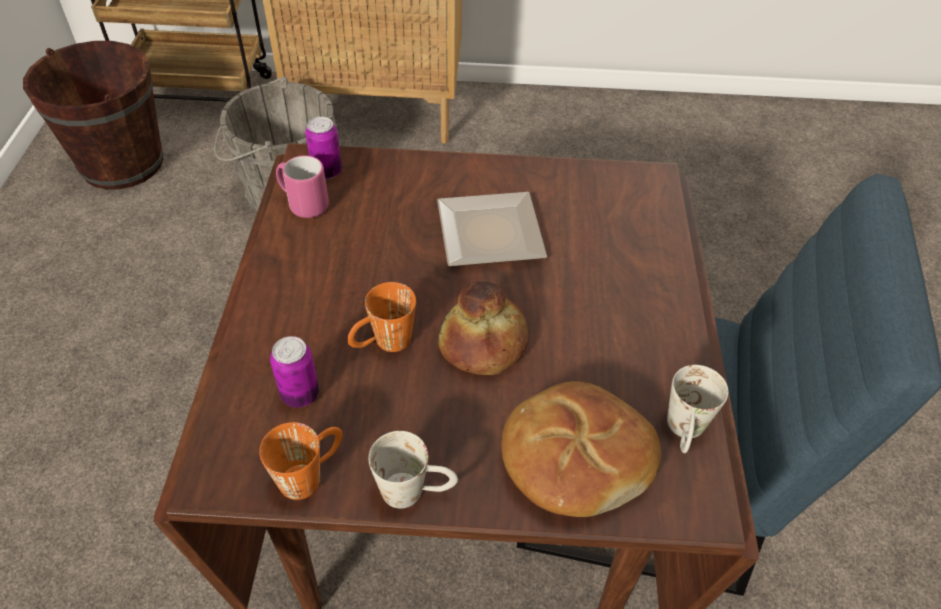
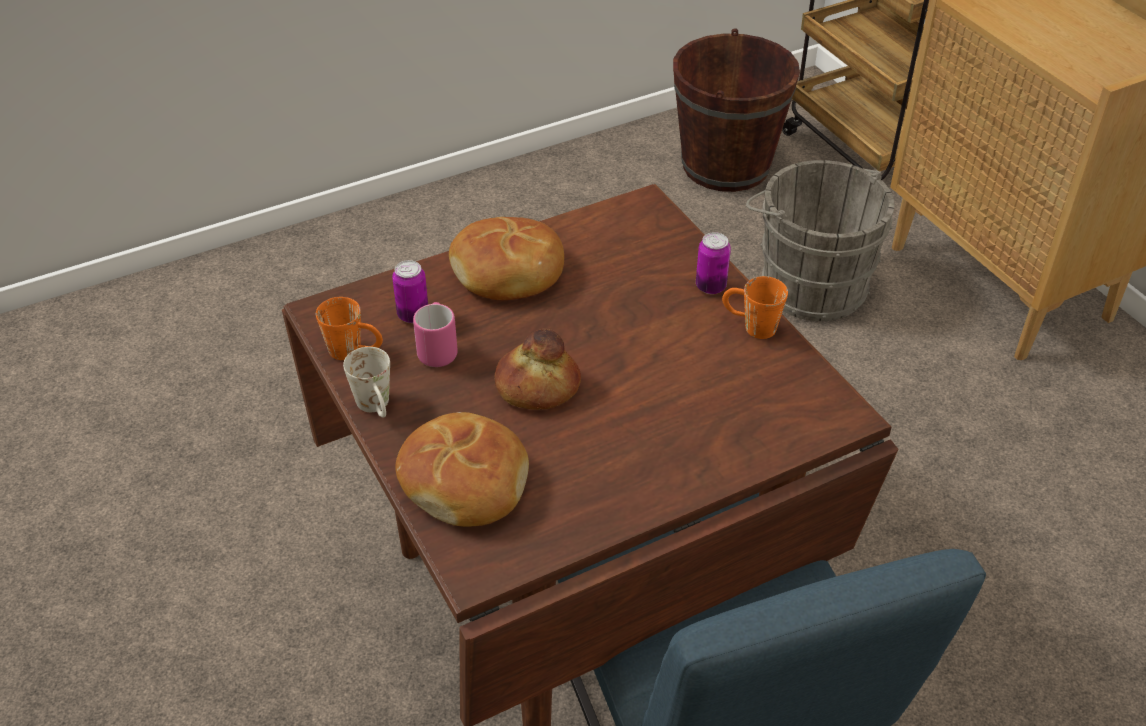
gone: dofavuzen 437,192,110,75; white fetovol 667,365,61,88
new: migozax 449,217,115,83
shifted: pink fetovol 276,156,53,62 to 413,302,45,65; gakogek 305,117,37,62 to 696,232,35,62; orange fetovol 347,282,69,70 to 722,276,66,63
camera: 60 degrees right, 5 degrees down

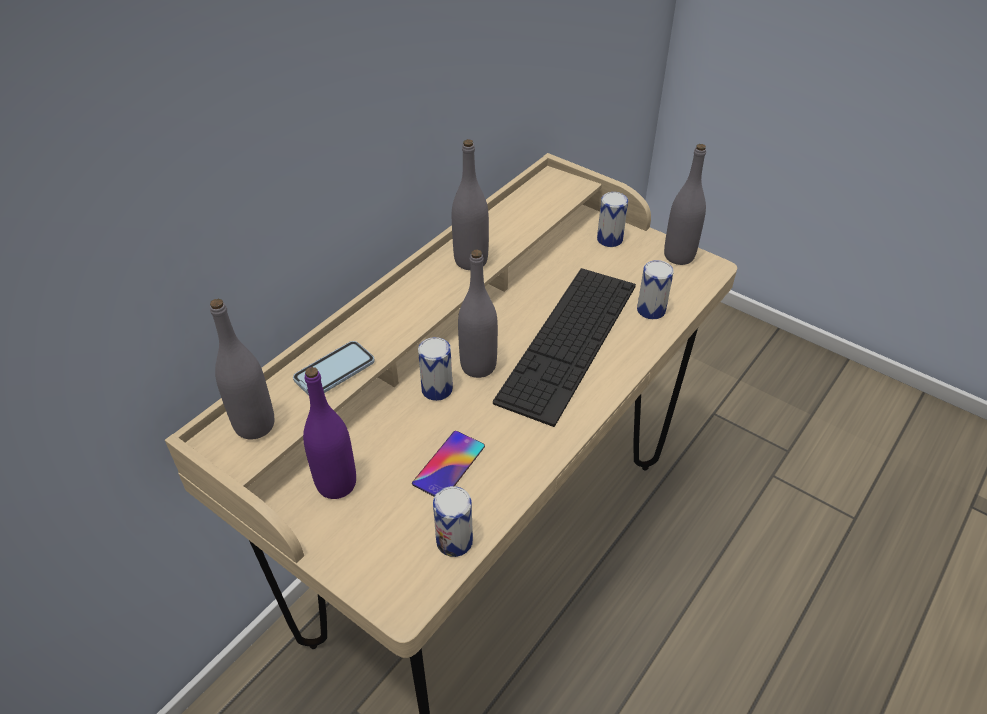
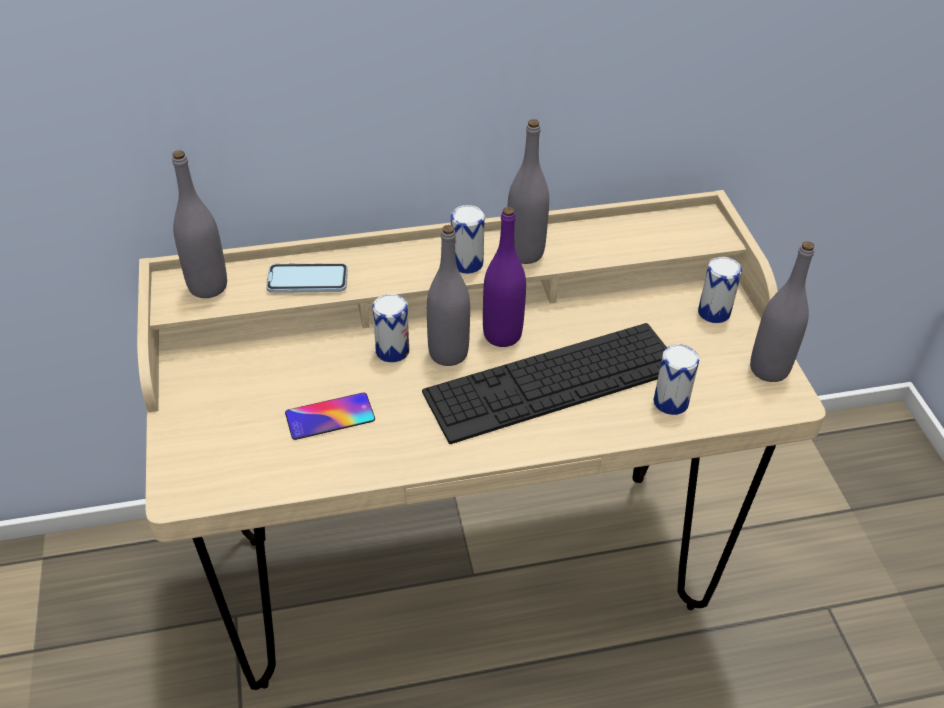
shifted: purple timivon 303,367,53,132 to 483,207,43,140; gakogek 433,486,40,71 to 451,205,34,69
camera: 40 degrees right, 0 degrees up

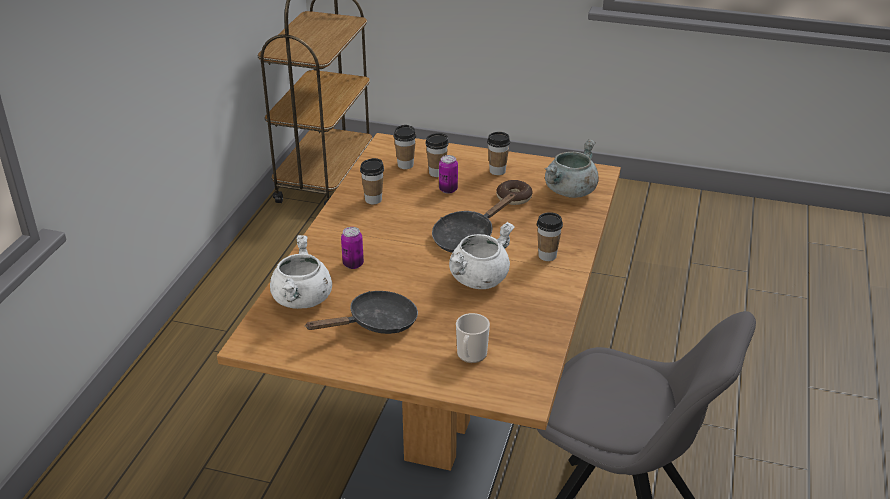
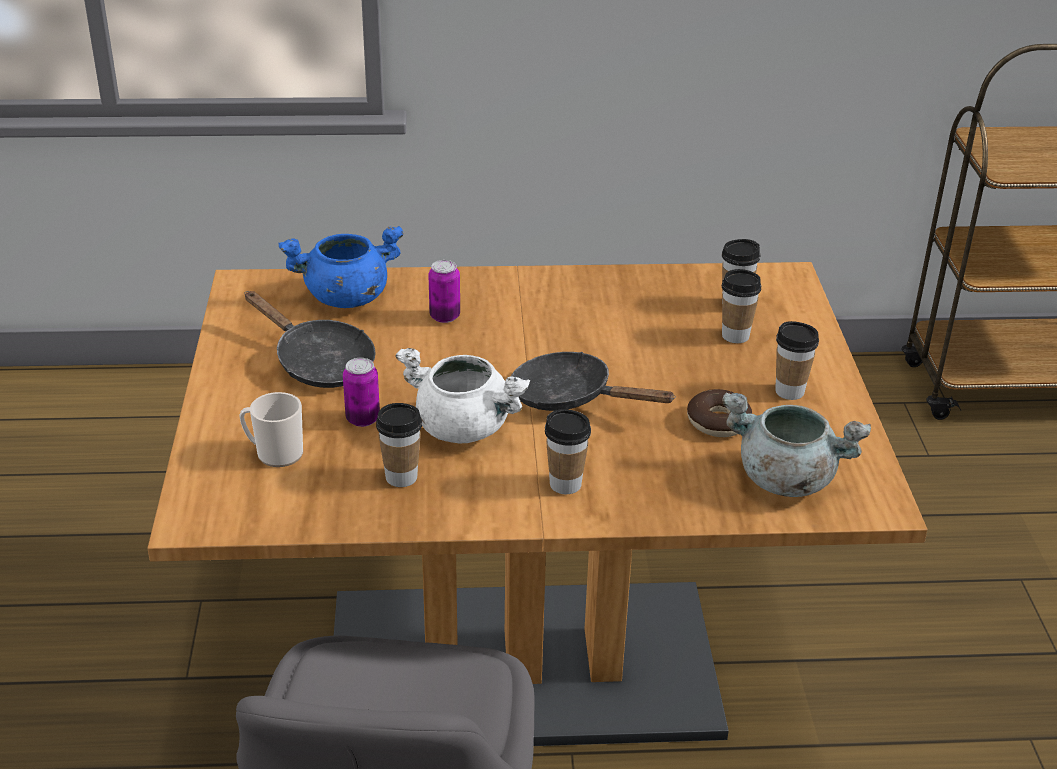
shifted: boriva 360,158,24,46 to 376,403,46,84; gakogek 439,155,19,39 to 343,358,37,69
repainted: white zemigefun 270,235,62,74 to blue zemigefun 279,226,125,82
camera: 70 degrees right, 0 degrees up

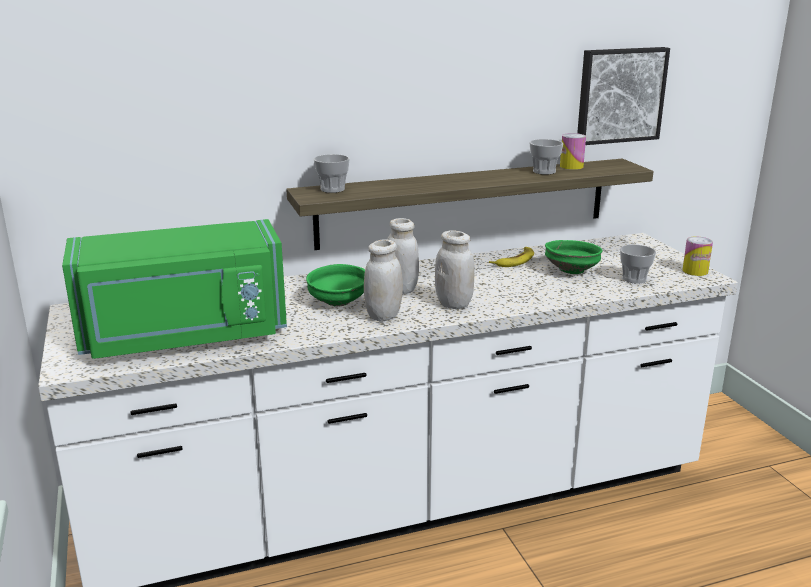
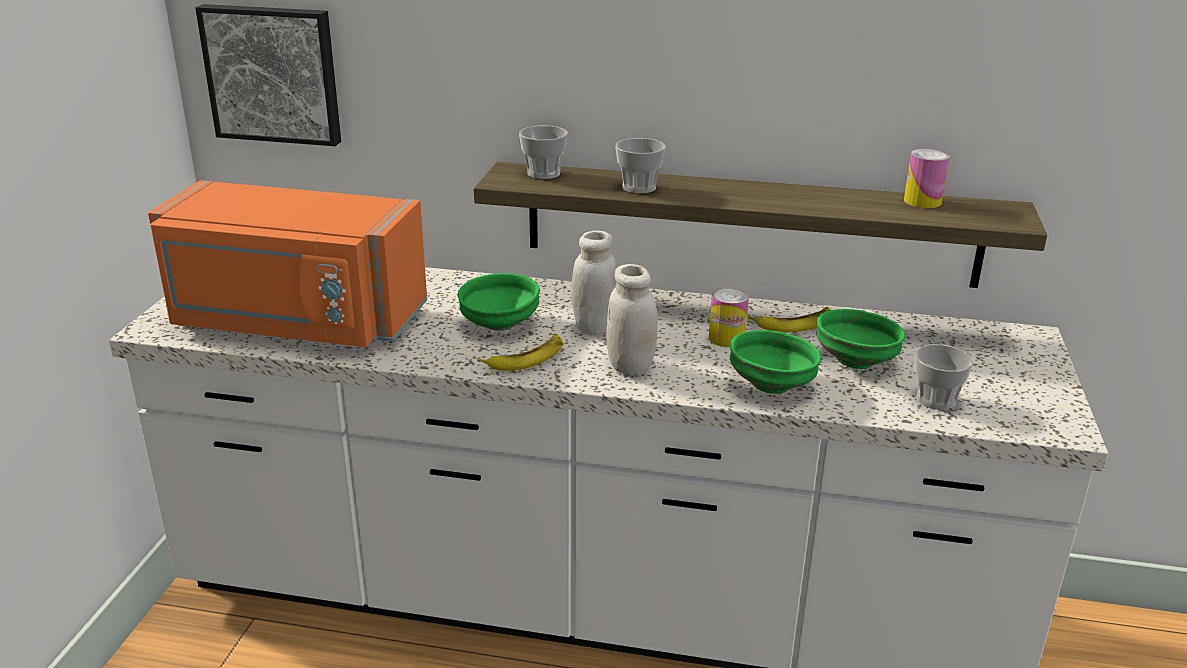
new: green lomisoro 730,330,92,64
shifted: boriva 529,139,34,36 to 615,138,51,56; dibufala 577,47,93,98 to 195,4,146,142; gakogek 682,236,31,40 to 709,287,40,60
swapped: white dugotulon 364,239,39,83 to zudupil 477,334,86,37
repainted: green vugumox 62,219,225,140 to orange vugumox 148,180,279,167
camera: 30 degrees right, 5 degrees up

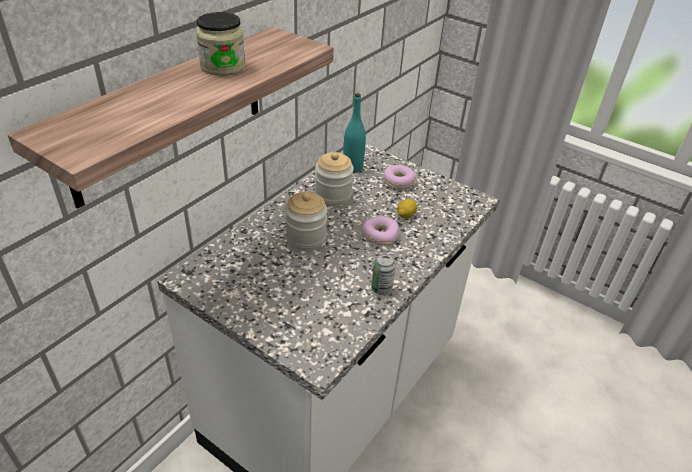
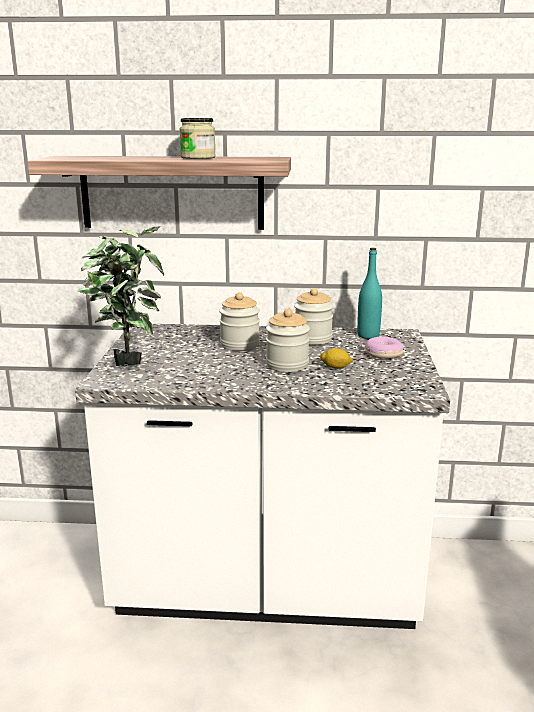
gone: gakogek 371,254,25,41
new: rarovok 77,227,87,139
swapped: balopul 362,216,37,29 to dugotulon 266,309,44,63
camera: 60 degrees right, 20 degrees down

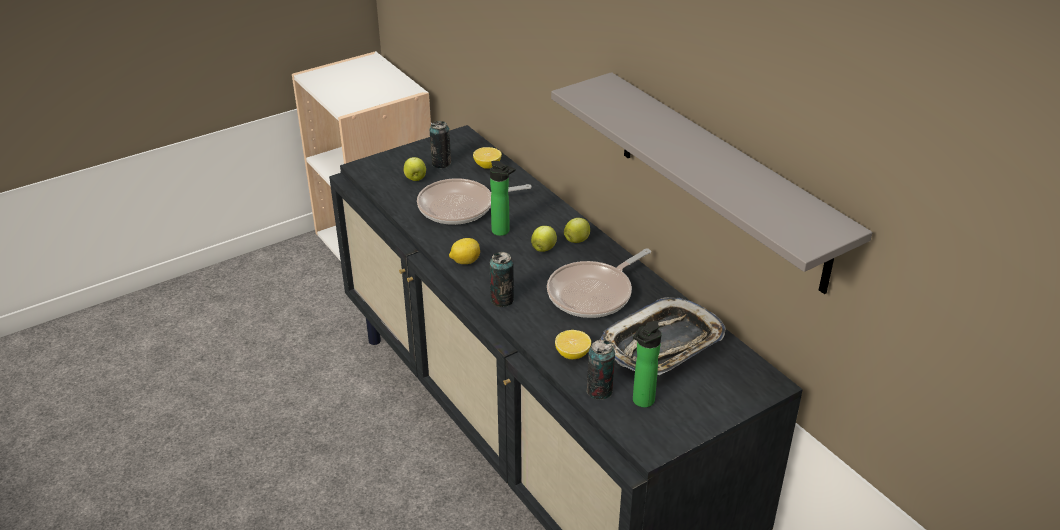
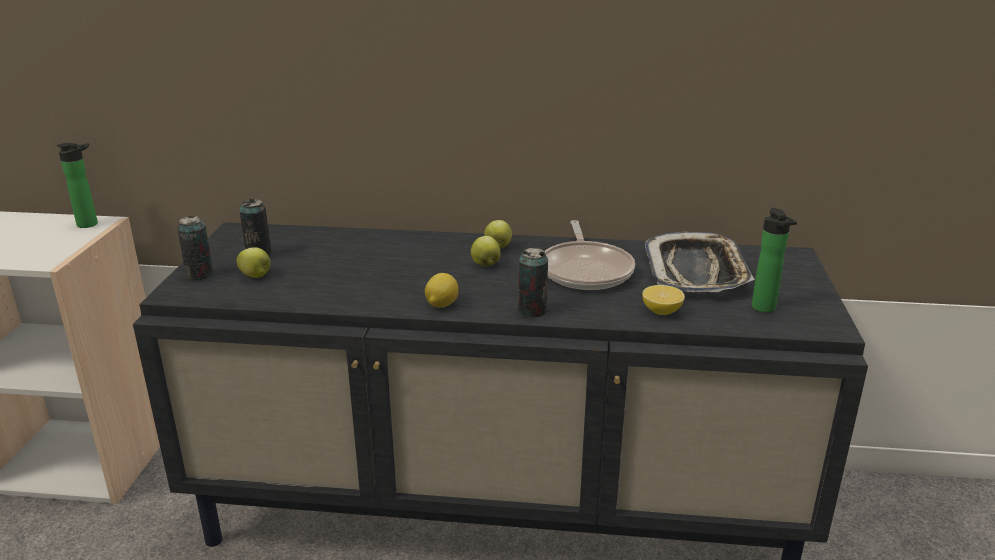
gone: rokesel 417,178,115,47; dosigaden 473,147,29,22; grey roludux 551,72,321,222
shifted: timivon 490,161,25,75 to 57,143,41,85; gakogek 586,340,29,60 to 177,216,37,64
camera: 50 degrees left, 10 degrees down

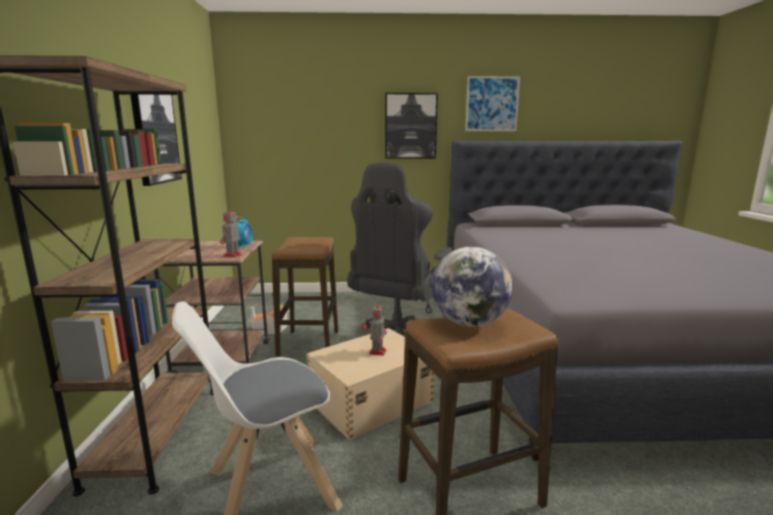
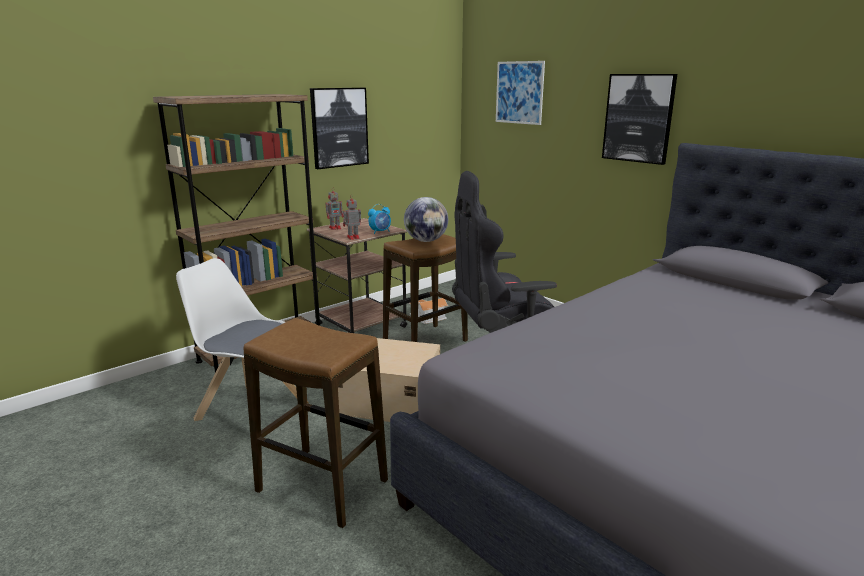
shifted: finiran 369,301,18,55 to 326,190,18,40; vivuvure 431,247,82,80 to 404,197,44,45; dibufala 465,76,55,55 to 496,61,49,64
camera: 50 degrees right, 5 degrees up

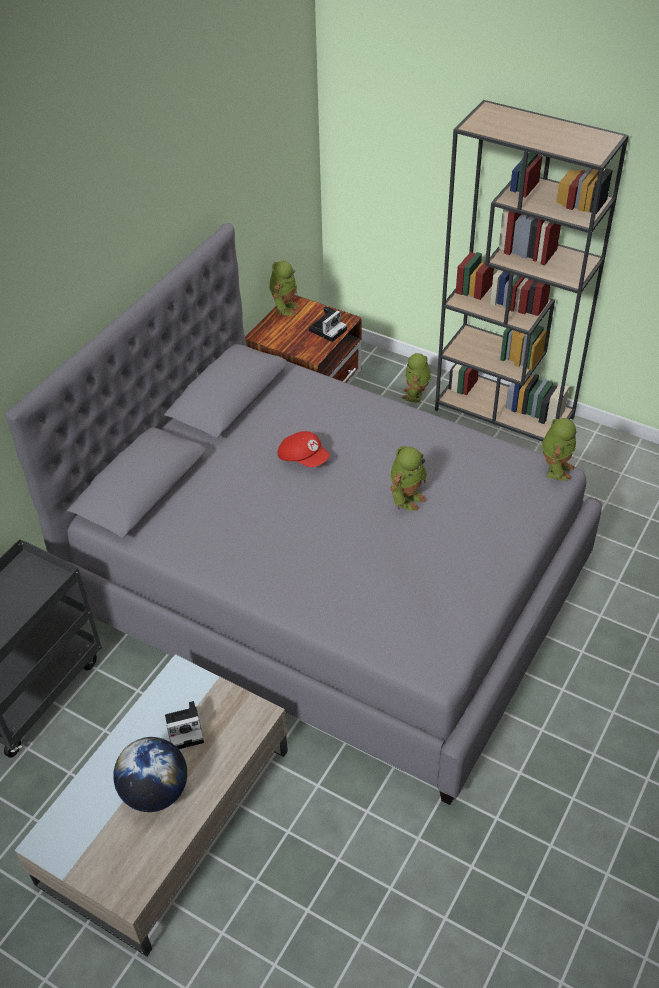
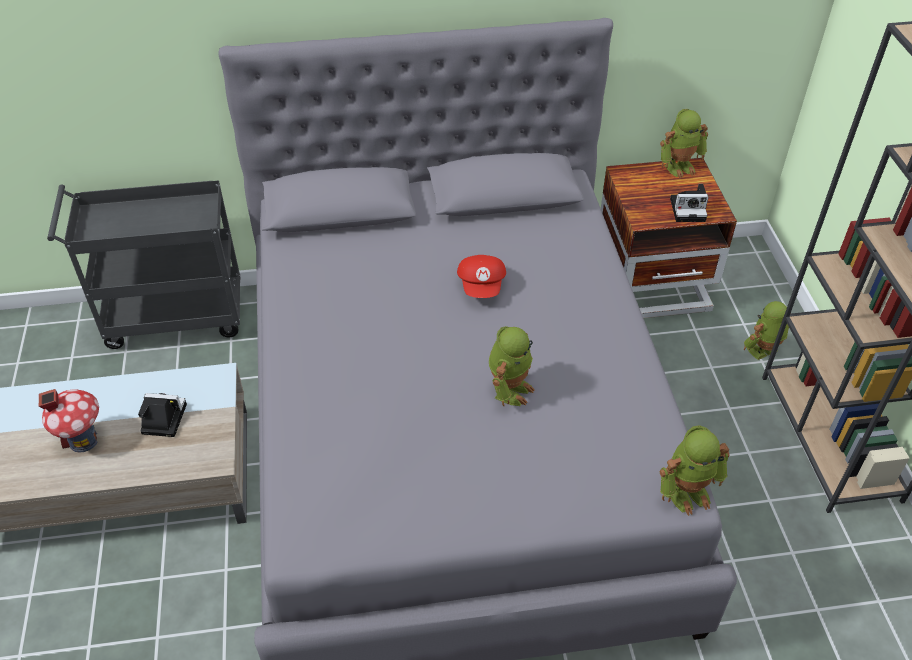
swapped: vivuvure 113,737,74,75 to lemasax 39,389,60,63
rotated: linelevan 165,701,39,48 = 138,393,49,44 150 degrees clockwise; finiran 390,446,37,65 = 489,326,46,80 60 degrees counterclockwise
camera: 50 degrees right, 0 degrees up

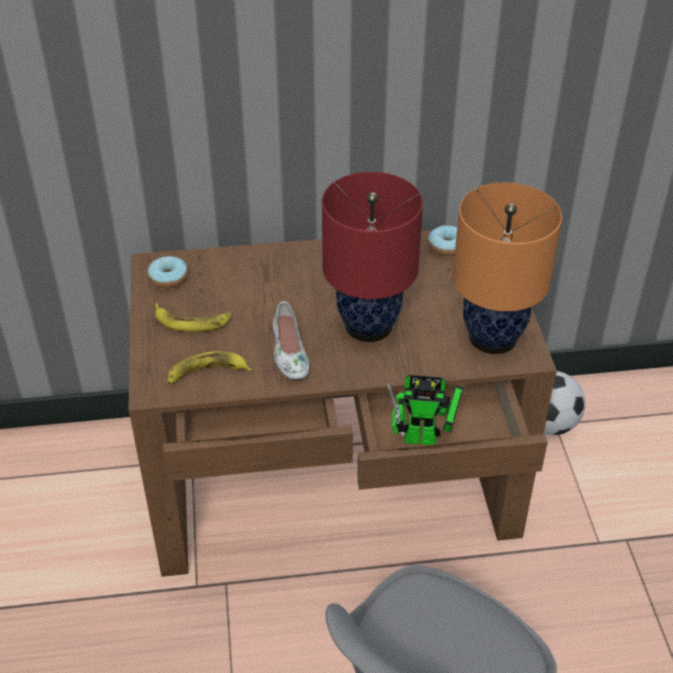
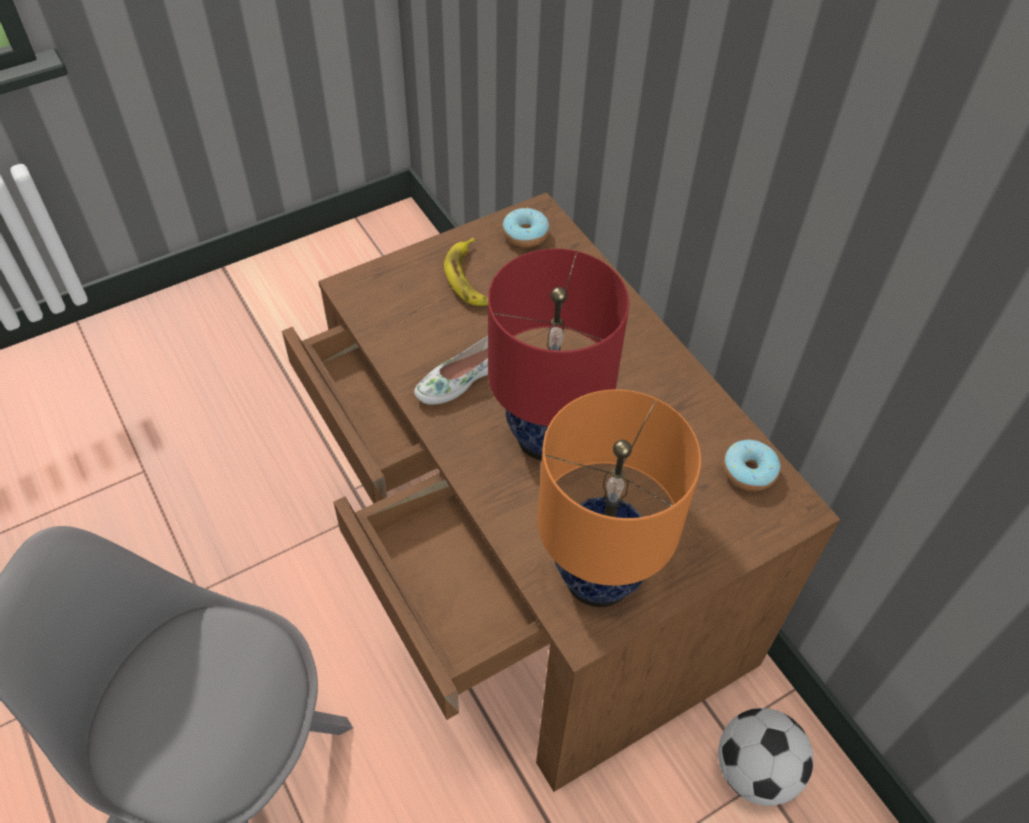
gone: zudupil 168,351,84,33; finiran 387,375,77,70
camera: 65 degrees right, 10 degrees up

